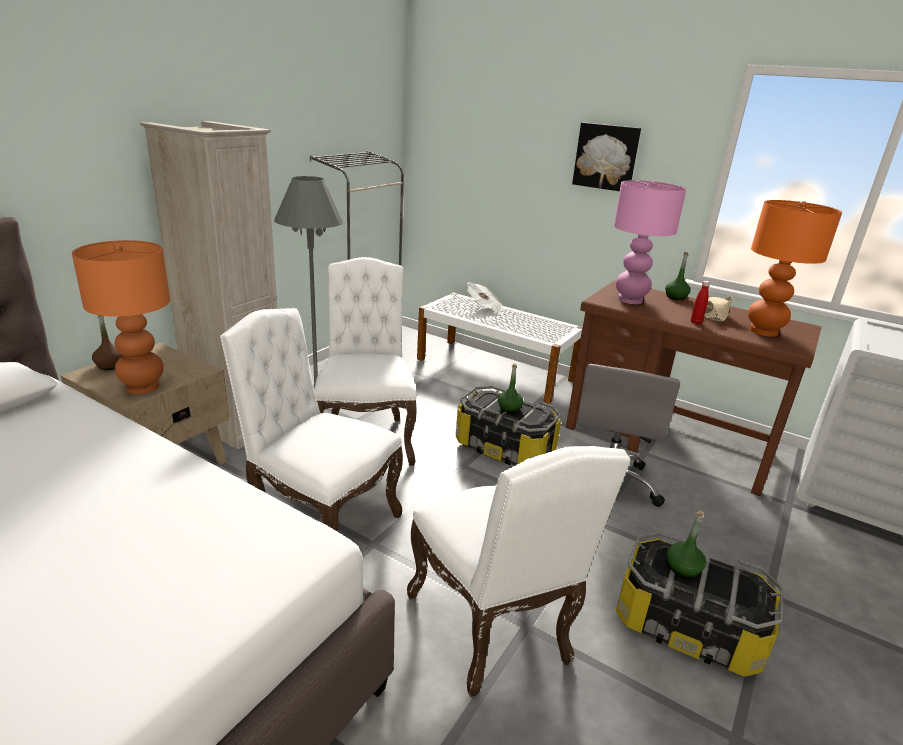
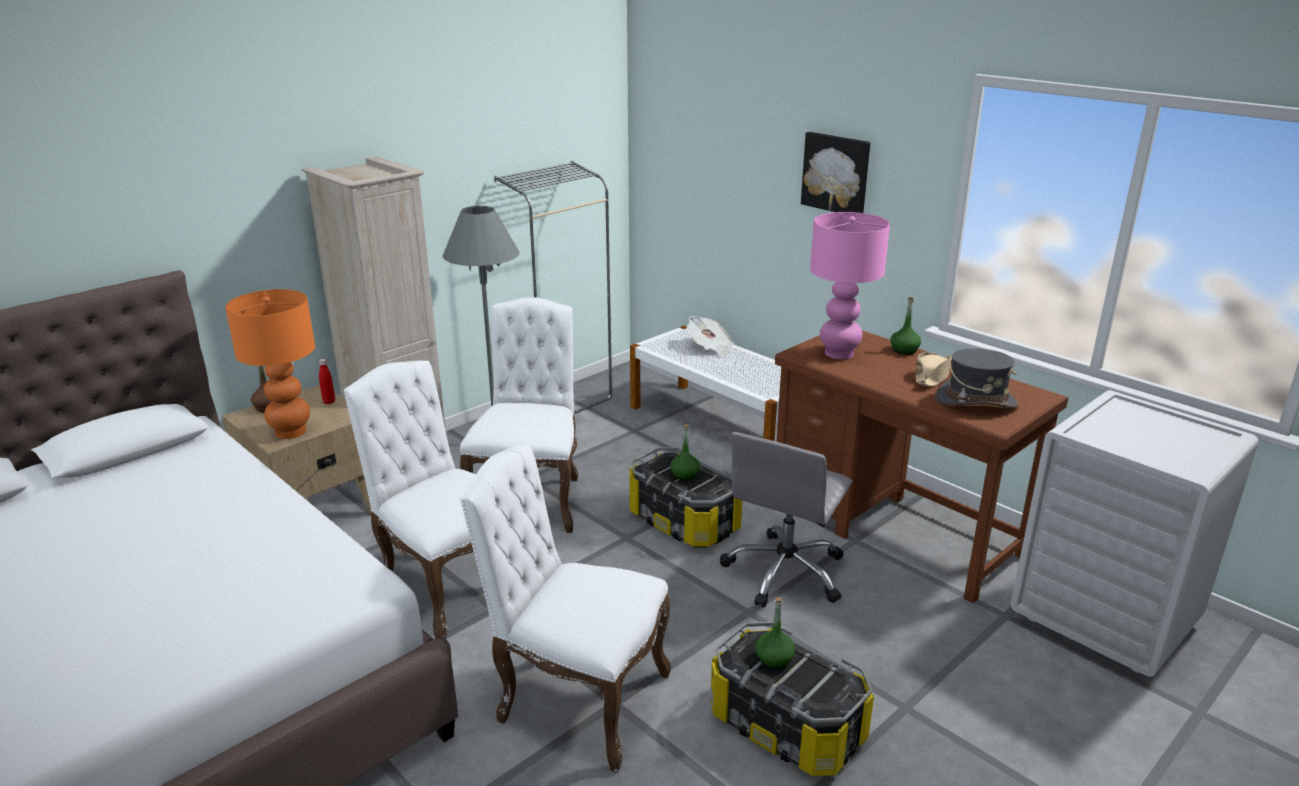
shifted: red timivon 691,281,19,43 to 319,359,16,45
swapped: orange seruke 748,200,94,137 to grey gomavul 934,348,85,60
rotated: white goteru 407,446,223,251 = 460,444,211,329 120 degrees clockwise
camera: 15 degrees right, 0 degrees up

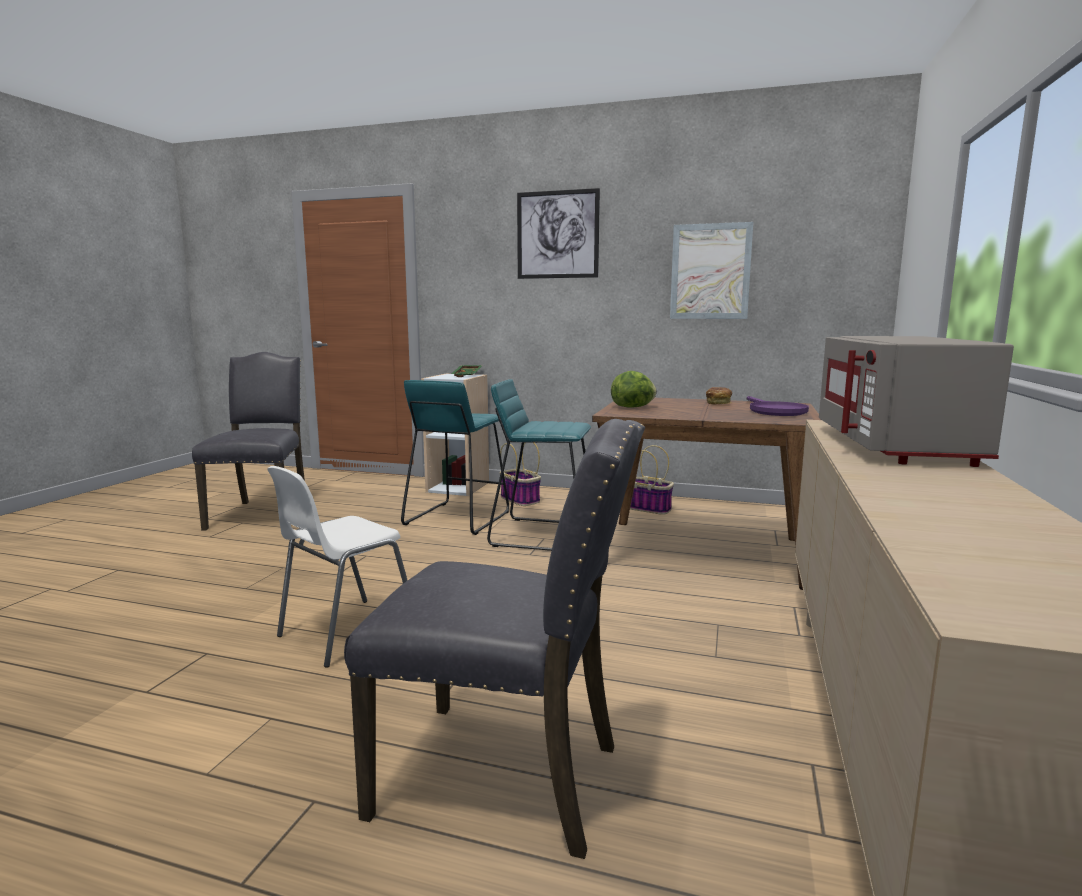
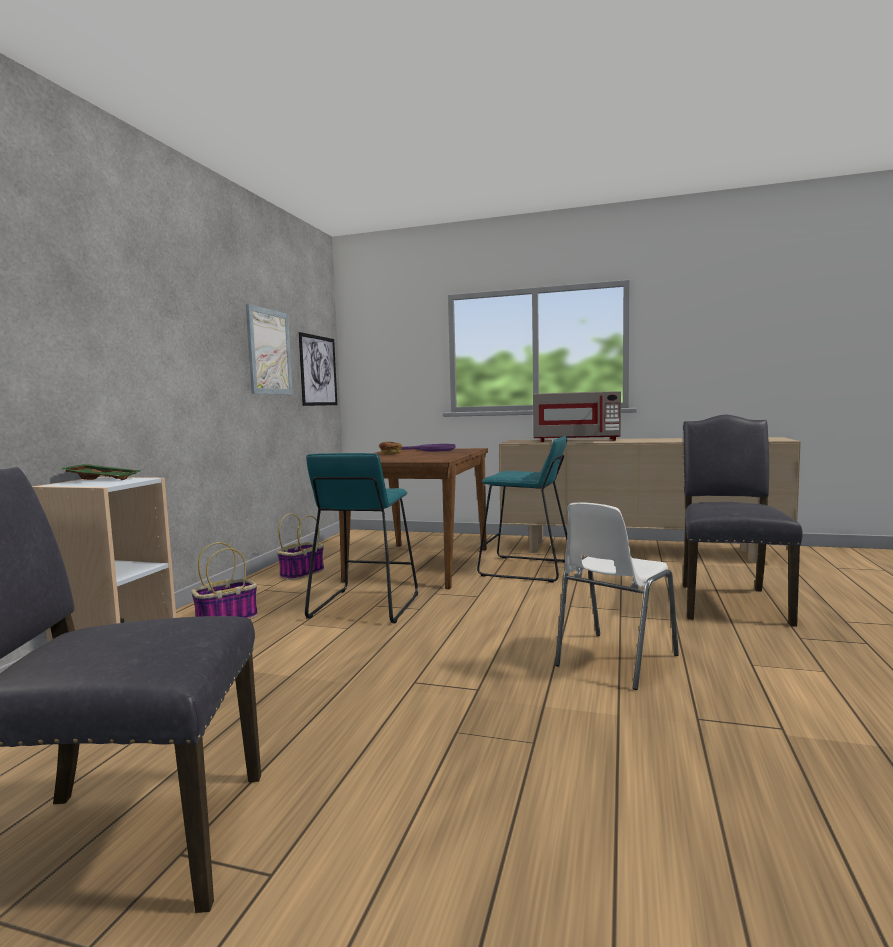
gone: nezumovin 611,371,46,37
shifted: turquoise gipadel 401,380,108,155 to 477,436,90,147; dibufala 517,188,83,91 to 299,332,38,74
rotated: white goteru 267,466,141,202 = 555,502,124,188 90 degrees clockwise
camera: 90 degrees left, 5 degrees down

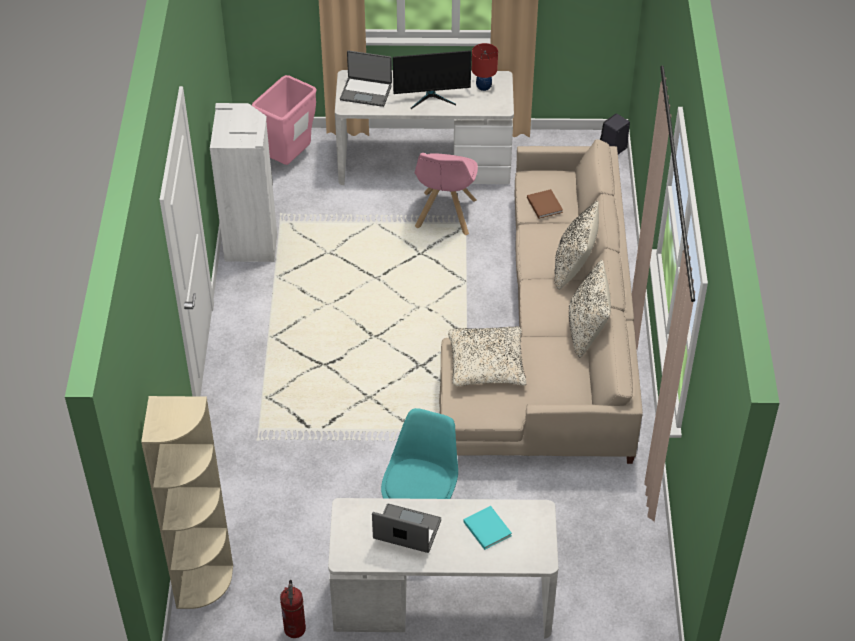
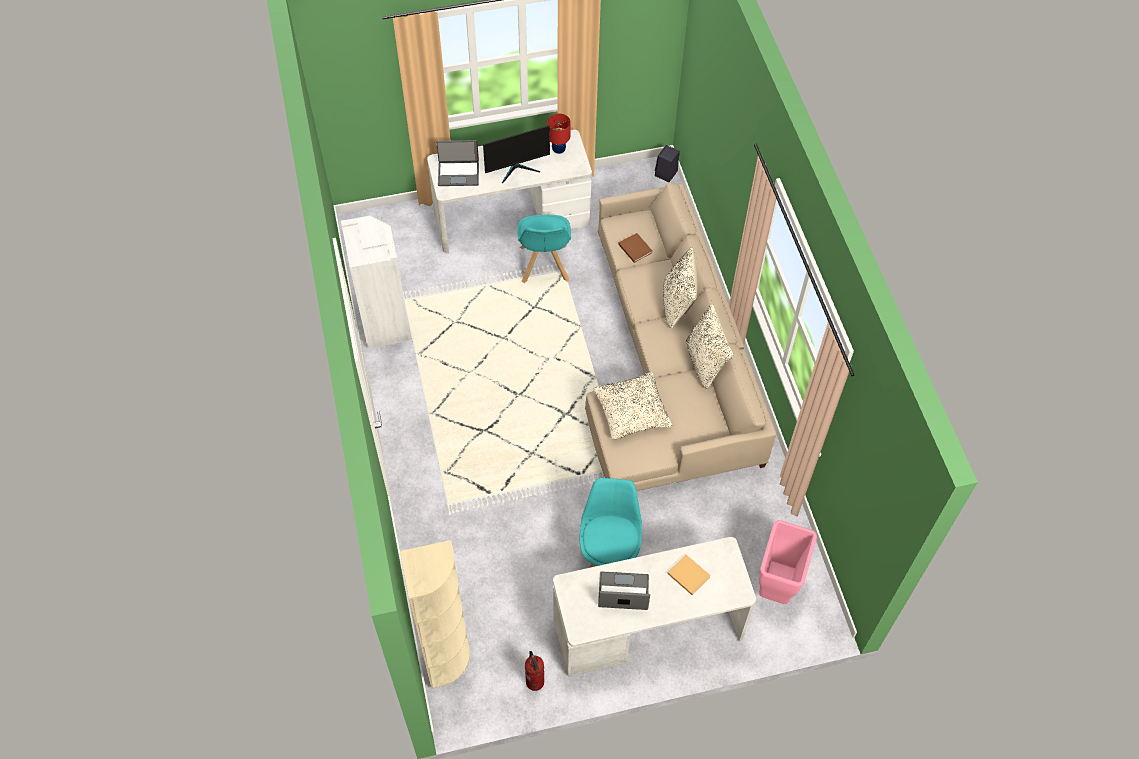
shifted: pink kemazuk 252,75,65,90 to 759,520,58,84
repainted: pink goteru 415,153,63,82 to turquoise goteru 517,215,54,68; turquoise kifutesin 463,506,49,44 to beige kifutesin 667,554,44,41
camera: 15 degrees left, 10 degrees up

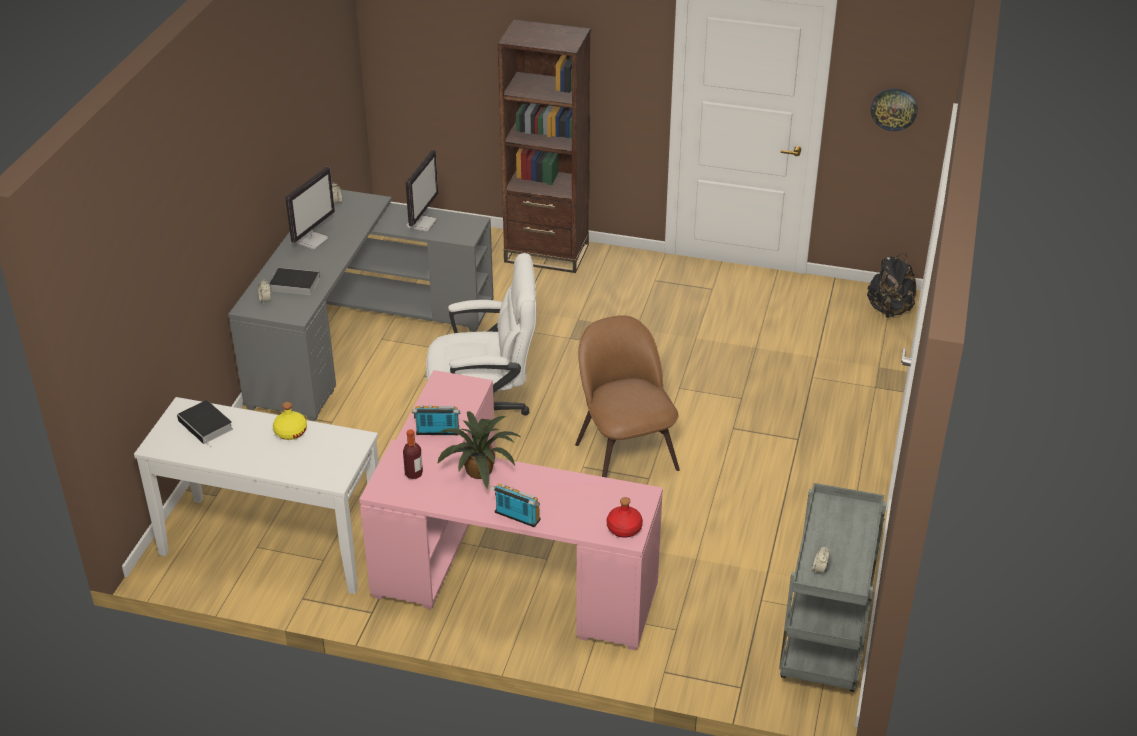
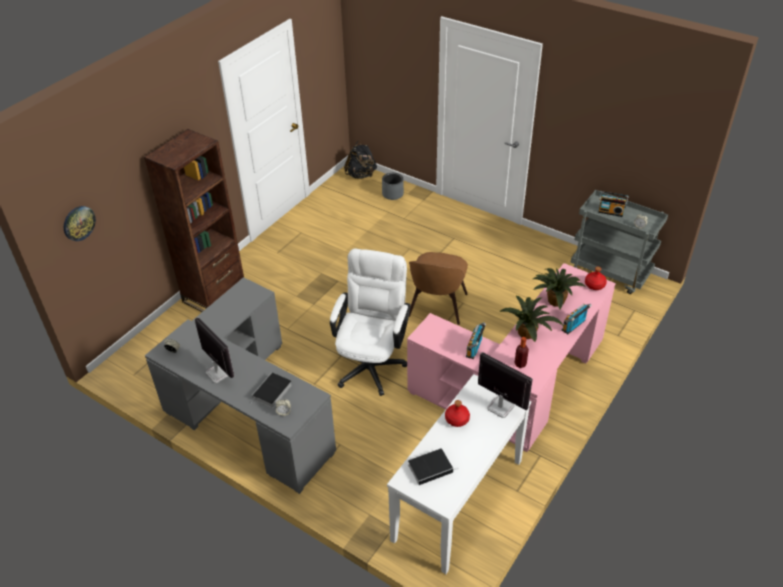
new: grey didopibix 382,173,22,27; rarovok 533,268,52,41; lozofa 598,191,31,26
shifted: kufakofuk 405,150,33,81 to 478,352,55,66; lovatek 871,88,47,43 to 64,206,32,35
repainted: yellow timivon 273,402,34,38 to red timivon 445,400,25,27
rotated: brown goteru 575,316,105,161 = 409,252,59,73 75 degrees counterclockwise
camera: 70 degrees left, 5 degrees up

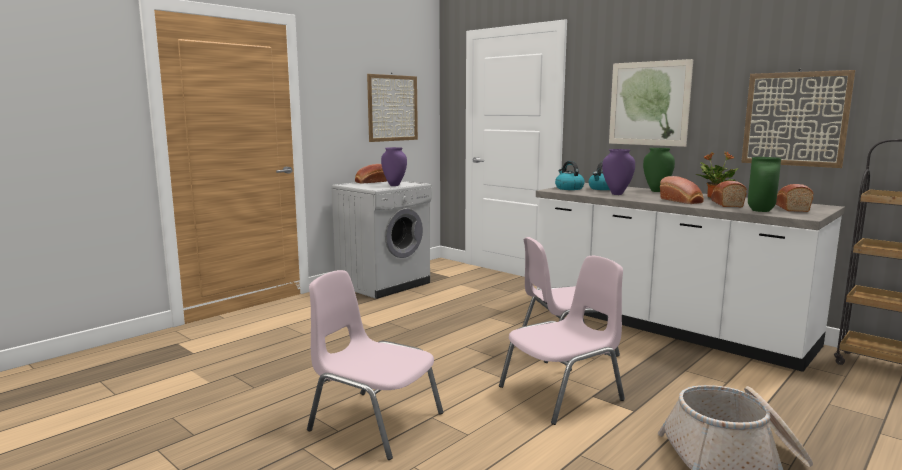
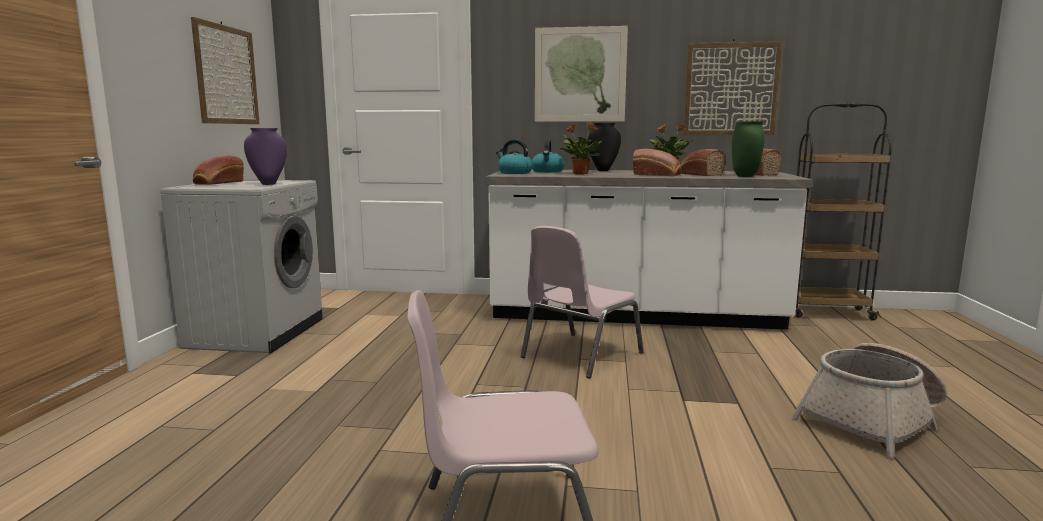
gone: pink goteru 499,256,126,169
swapped: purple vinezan 602,149,33,46 to rarovok 559,122,43,53
repainted: green vinezan 643,148,32,44 to black vinezan 587,123,34,48
camera: 35 degrees left, 0 degrees up

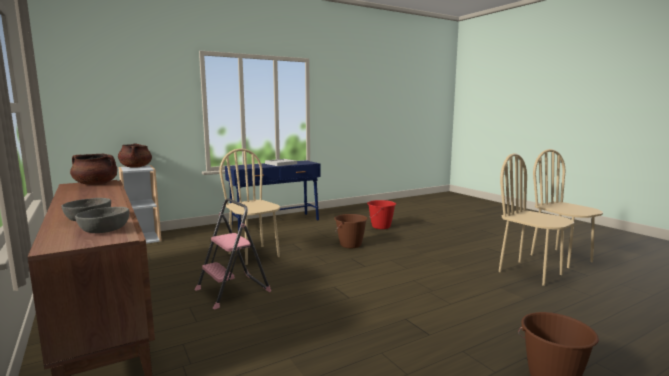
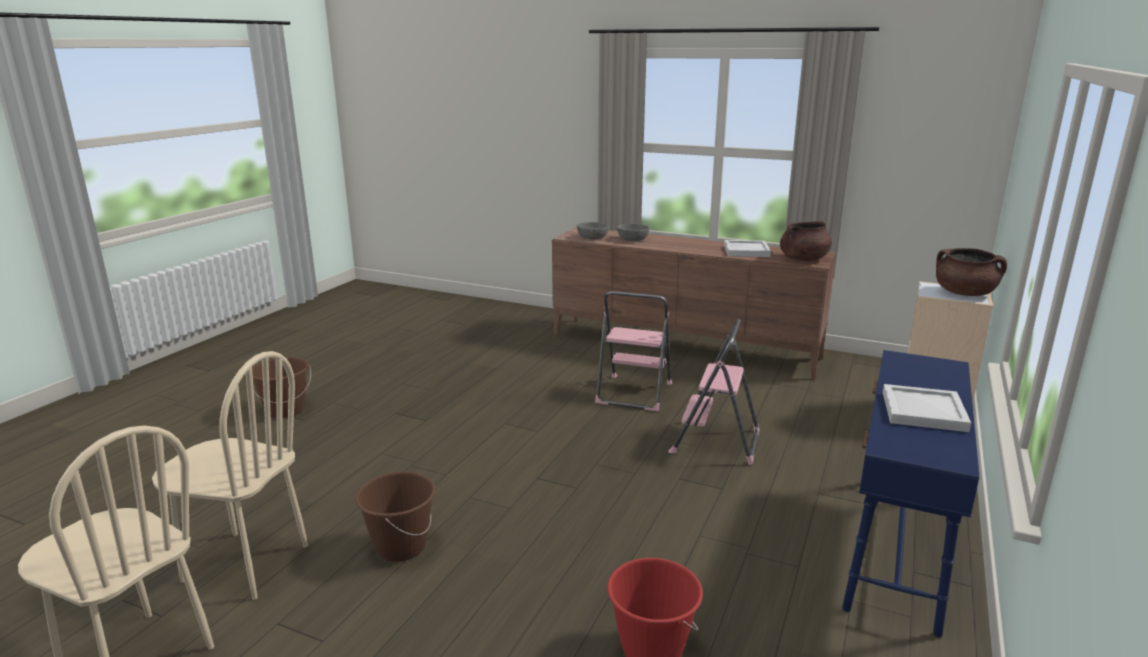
new: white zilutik 724,240,47,17
shifted: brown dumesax 334,214,34,34 to 355,472,80,90
swapped: beige goteru 219,148,61,117 to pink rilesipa 668,319,91,146
camera: 145 degrees right, 10 degrees up

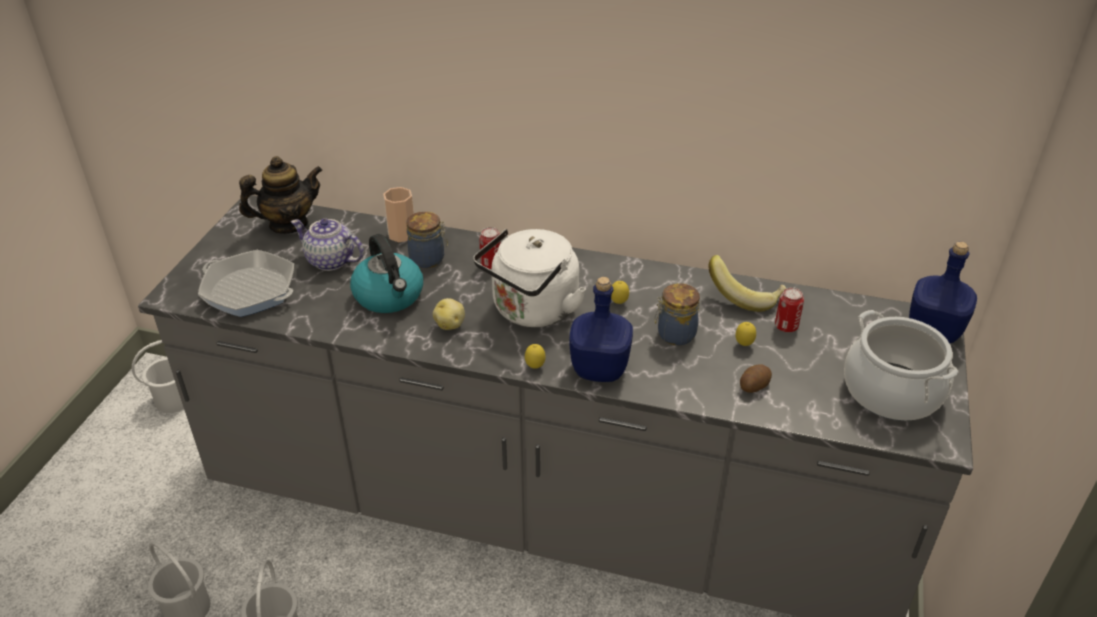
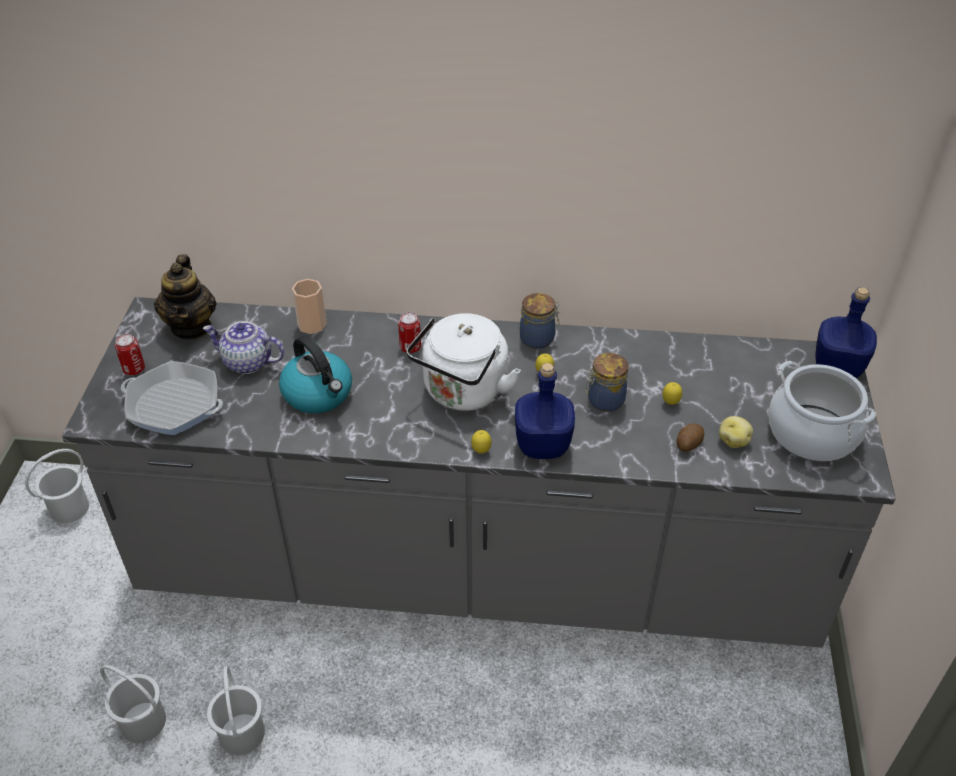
gone: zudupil 708,255,78,57
shifted: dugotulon 406,211,42,57 to 520,293,40,56; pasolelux 433,298,32,32 to 719,416,34,32; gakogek 775,287,29,45 to 115,334,30,41
rotated: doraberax 239,156,84,78 = 154,254,62,86 120 degrees clockwise
camera: 10 degrees left, 5 degrees up

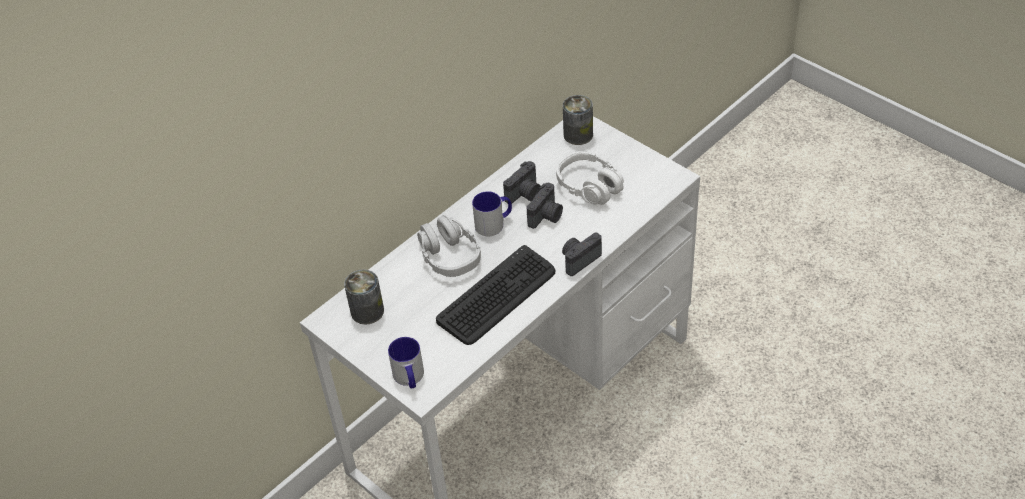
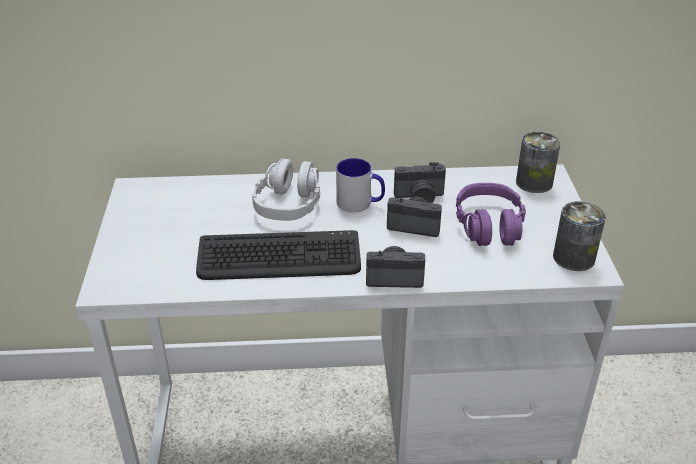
gone: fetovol 388,337,36,51
shifted: gakogek 344,269,40,56 to 553,201,53,70
repainted: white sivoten 556,151,68,54 to purple sivoten 456,183,70,63
rotated: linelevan 526,183,37,46 = 387,197,55,40 150 degrees counterclockwise
camera: 40 degrees right, 10 degrees down

